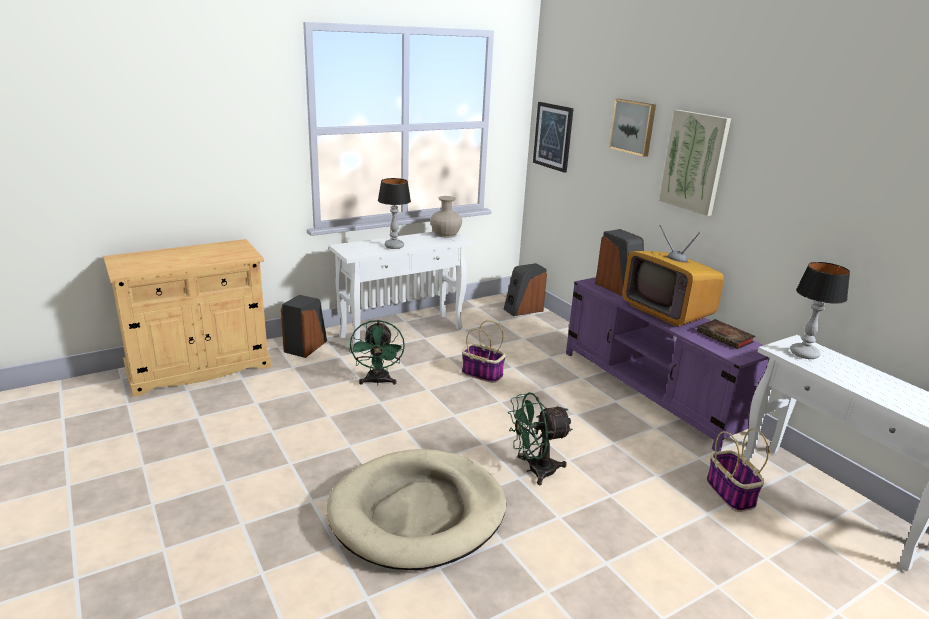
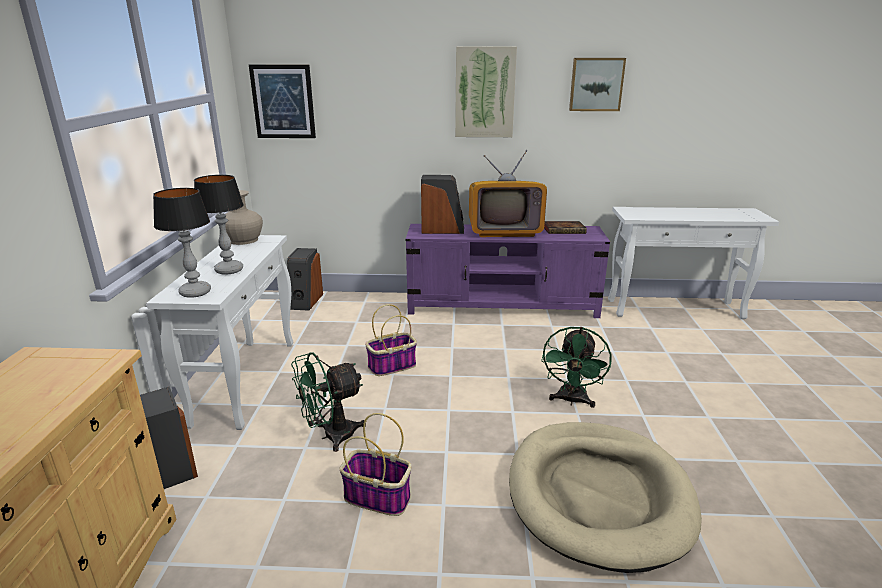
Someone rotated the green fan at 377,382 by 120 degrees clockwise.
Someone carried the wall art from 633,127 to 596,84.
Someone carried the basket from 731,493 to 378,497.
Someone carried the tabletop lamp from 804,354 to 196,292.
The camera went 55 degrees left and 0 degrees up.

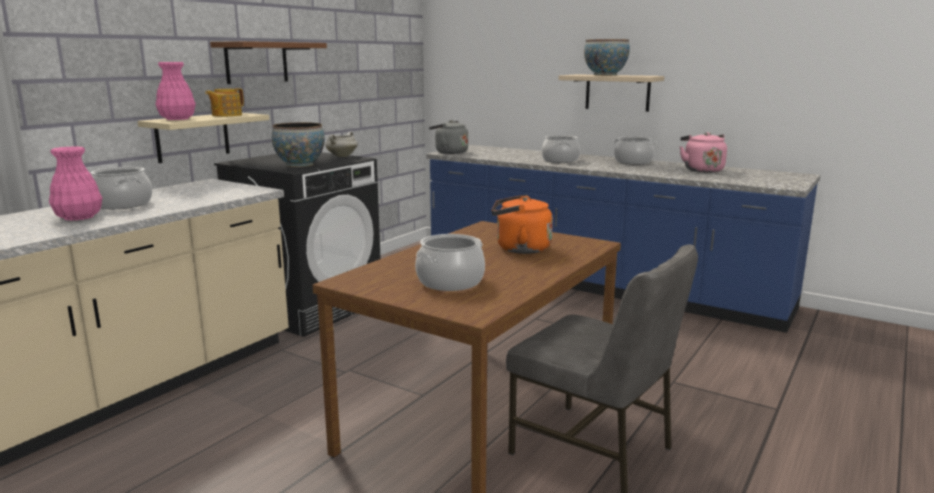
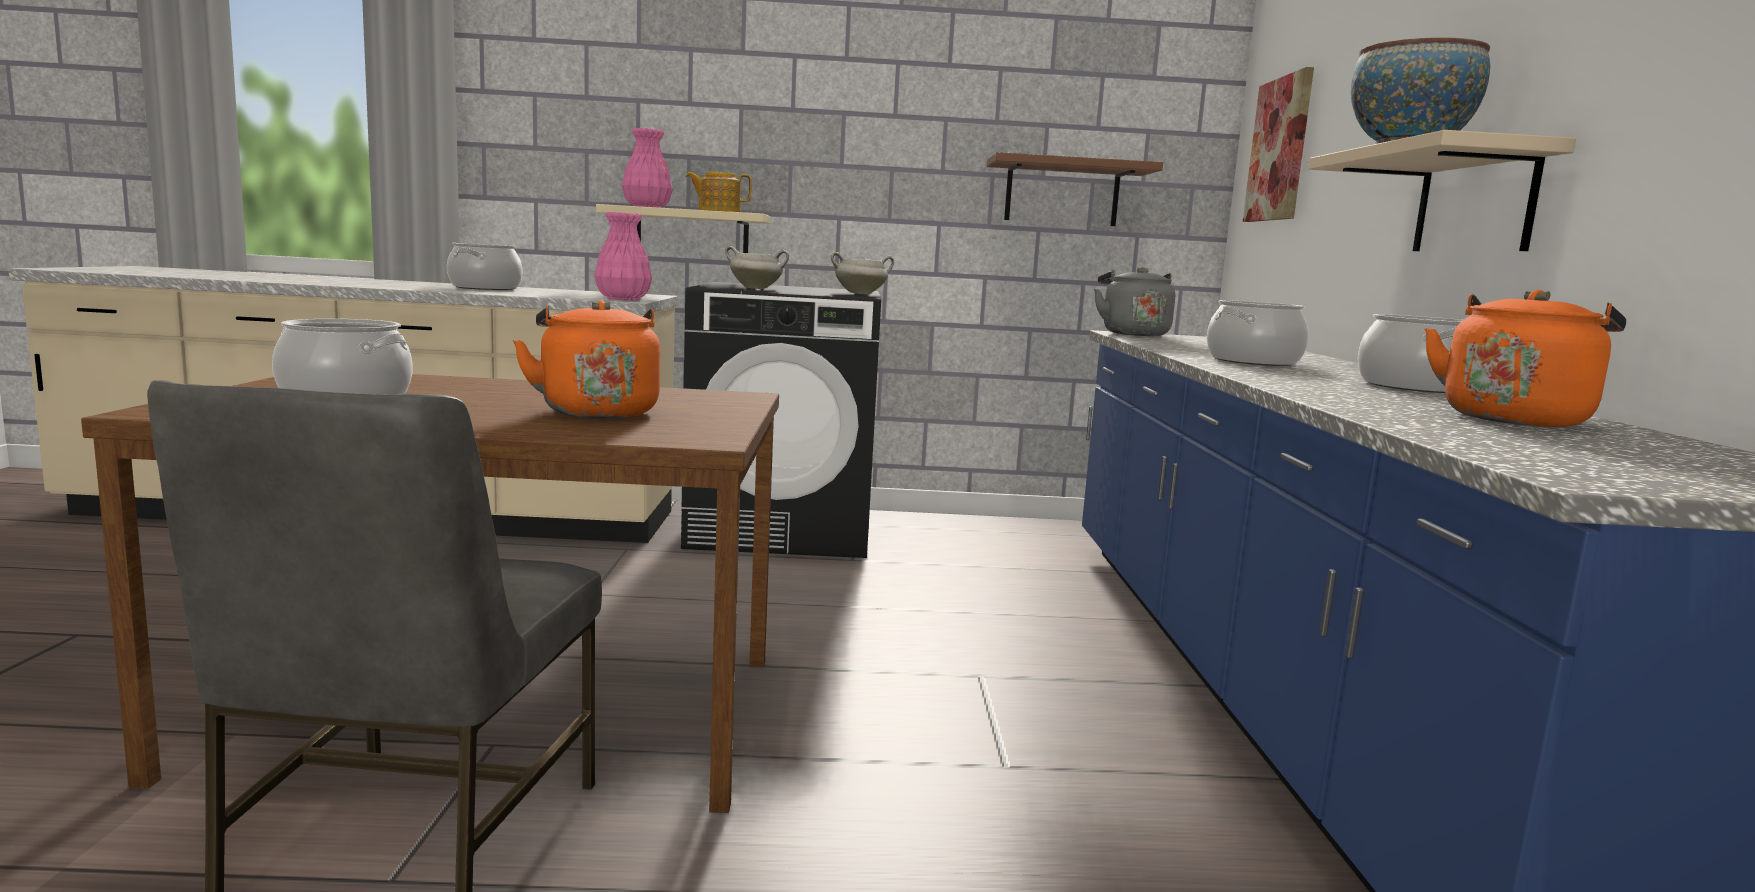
Someone carried the pink decorative vase from 79,217 to 624,299.
Someone carried the brown wall shelf from 256,62 to 1062,193.
Someone swapped the bowl at 300,165 for the whitish stockpot at 756,288.
Someone repainted the pink tea kettle at 701,170, which became the orange-coloured tea kettle at 1515,419.
Someone put up the wall art at 1279,149.
The camera went 55 degrees right and 5 degrees down.

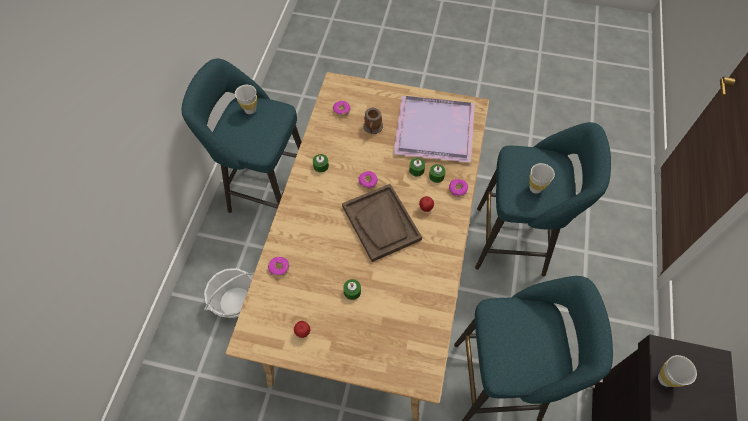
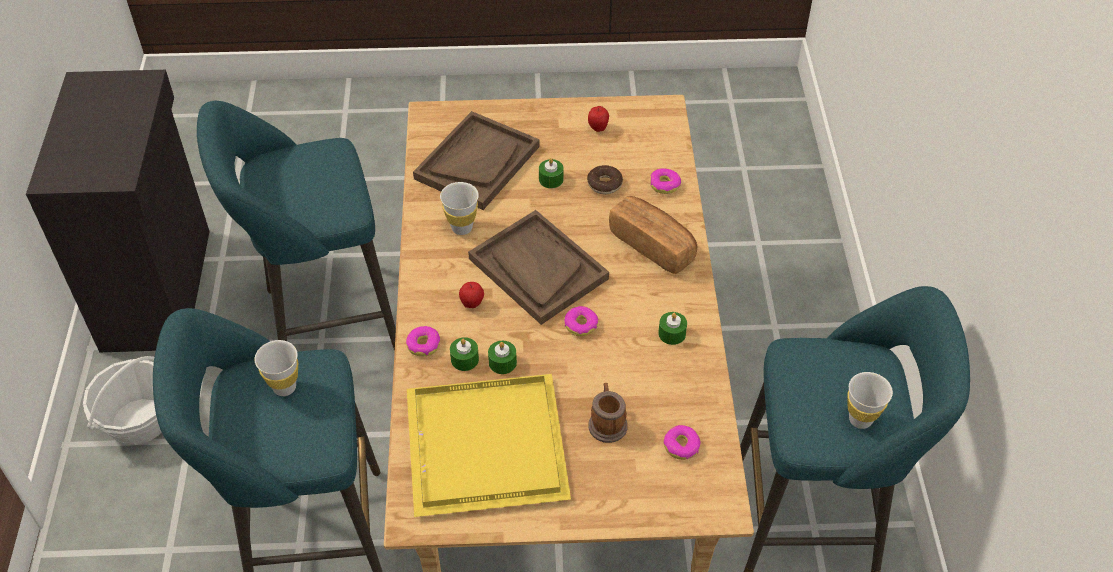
Someone carried the basket from 236,302 to 139,421.
Someone repainted the purplish carrying tray at 436,131, which became the yellow-coloured carrying tray at 483,444.
Someone carried the whitish drinking cup from 665,379 to 462,227.
Someone put down the brown carrying tray at 477,162.
Someone put down the donut at 604,184.
Someone put down the bakery bread at 653,245.
The camera went 165 degrees right and 10 degrees down.

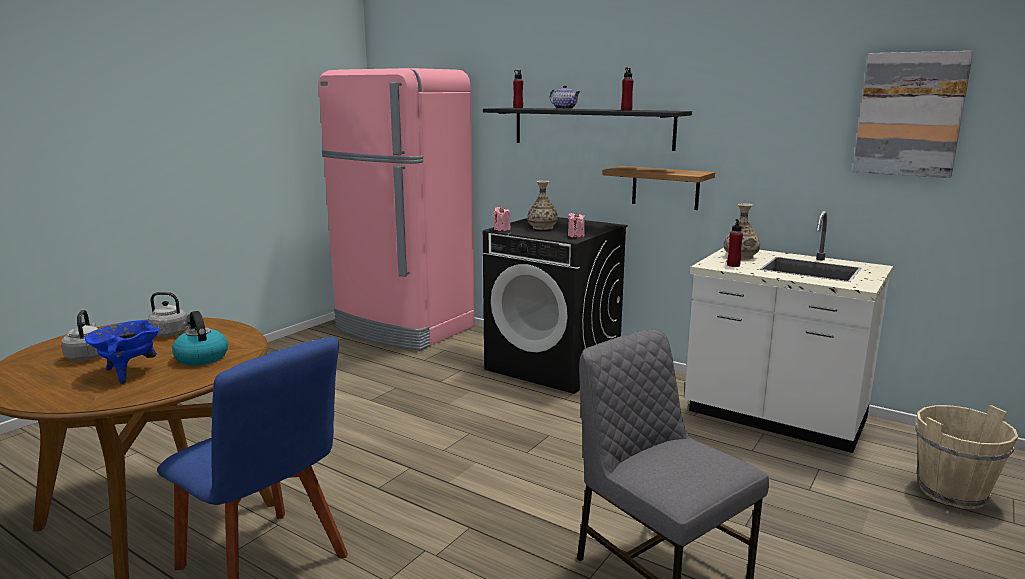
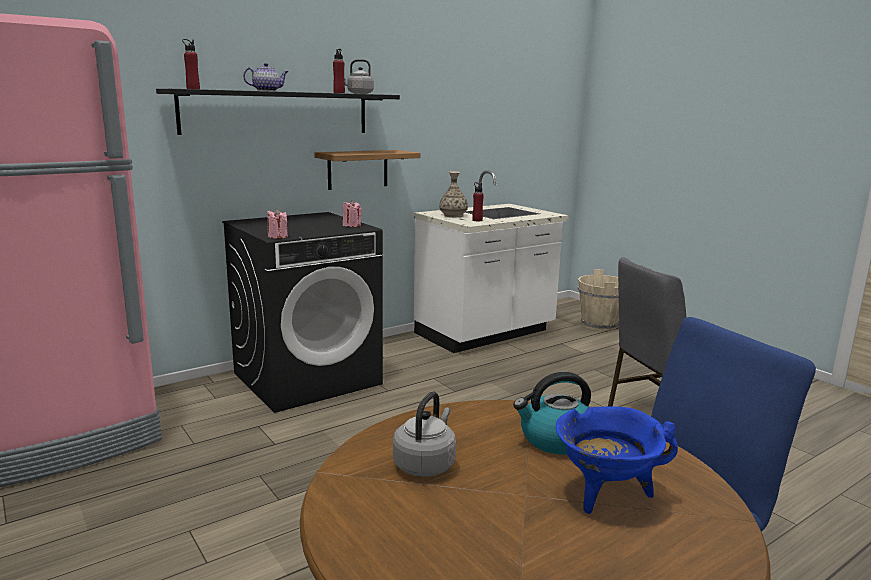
Someone carried the grey tea kettle from 88,356 to 358,93.
Someone took away the decorative vase at 542,227.
Someone took away the wall art at 909,114.
The camera went 70 degrees left and 0 degrees up.

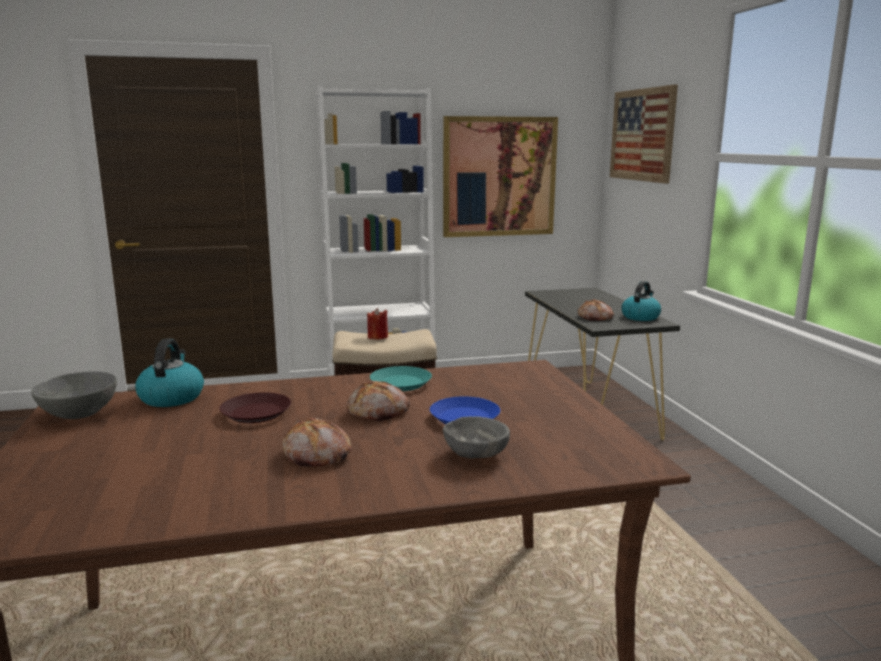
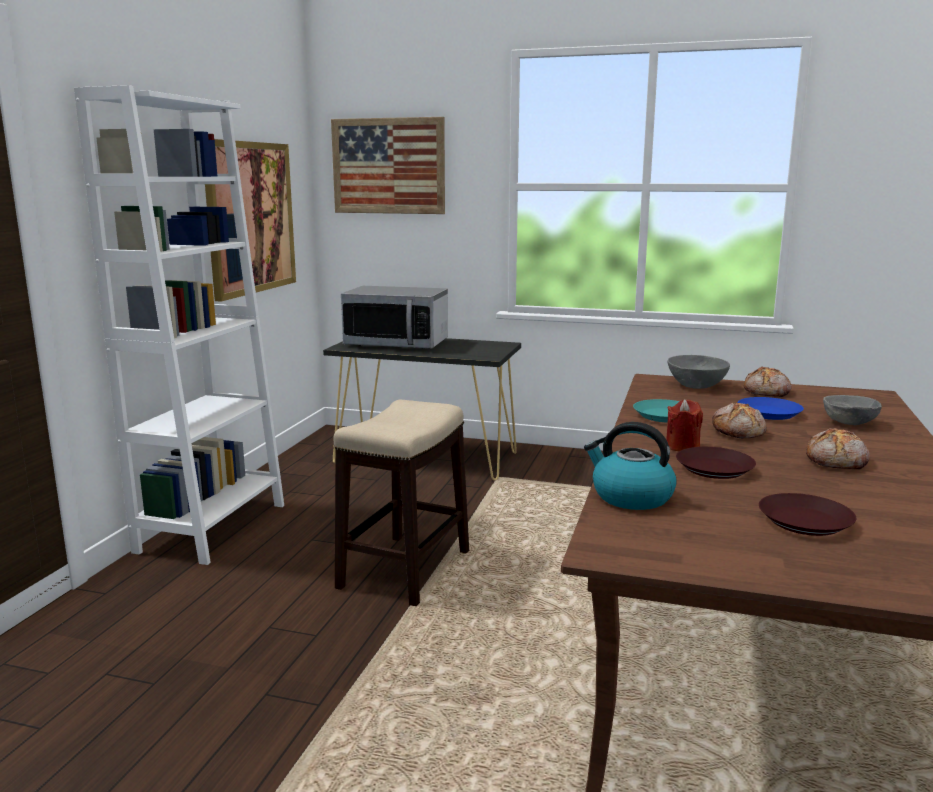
Someone carried the grey bowl from 78,413 to 696,386.
Someone carried the reddish candle from 377,337 to 682,447.
Someone carried the bakery bread from 595,318 to 767,392.
Someone took away the tea kettle at 640,317.
Someone put down the microwave at 397,343.
Someone put down the brown flat dish at 806,521.
The camera went 60 degrees left and 0 degrees up.

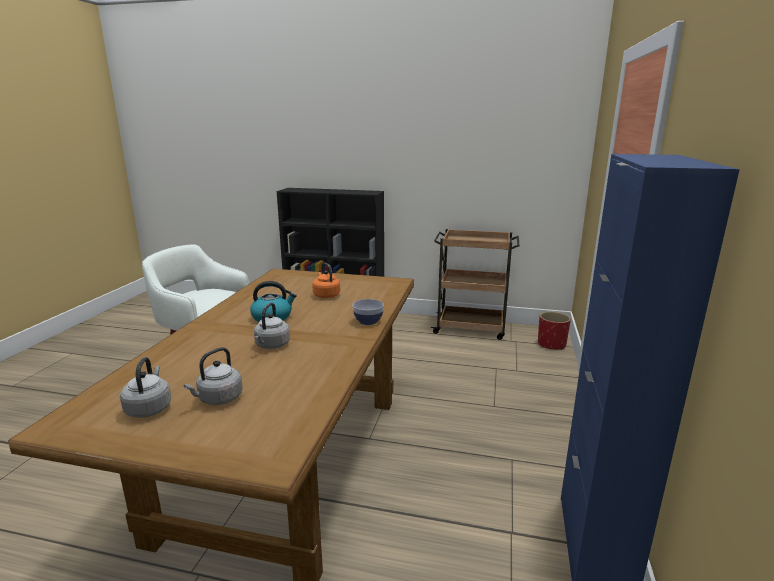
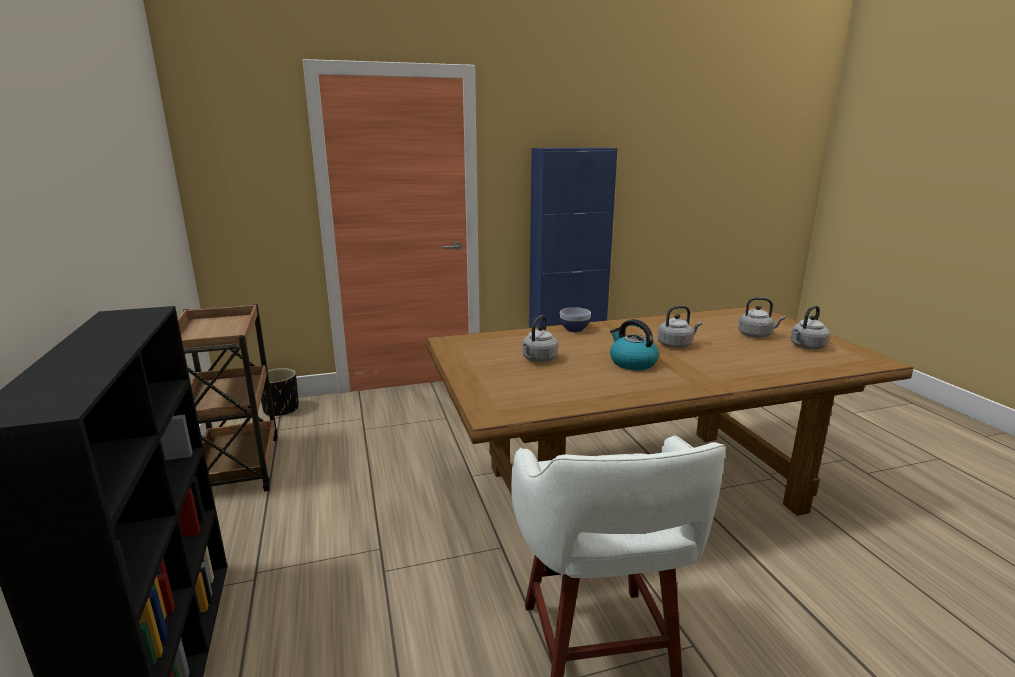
Someone repainted the orange-coloured tea kettle at 326,295, which became the grey tea kettle at 538,359.
Someone repainted the reddish flower pot at 551,345, which became the black flower pot at 281,409.
The camera went 120 degrees left and 0 degrees up.

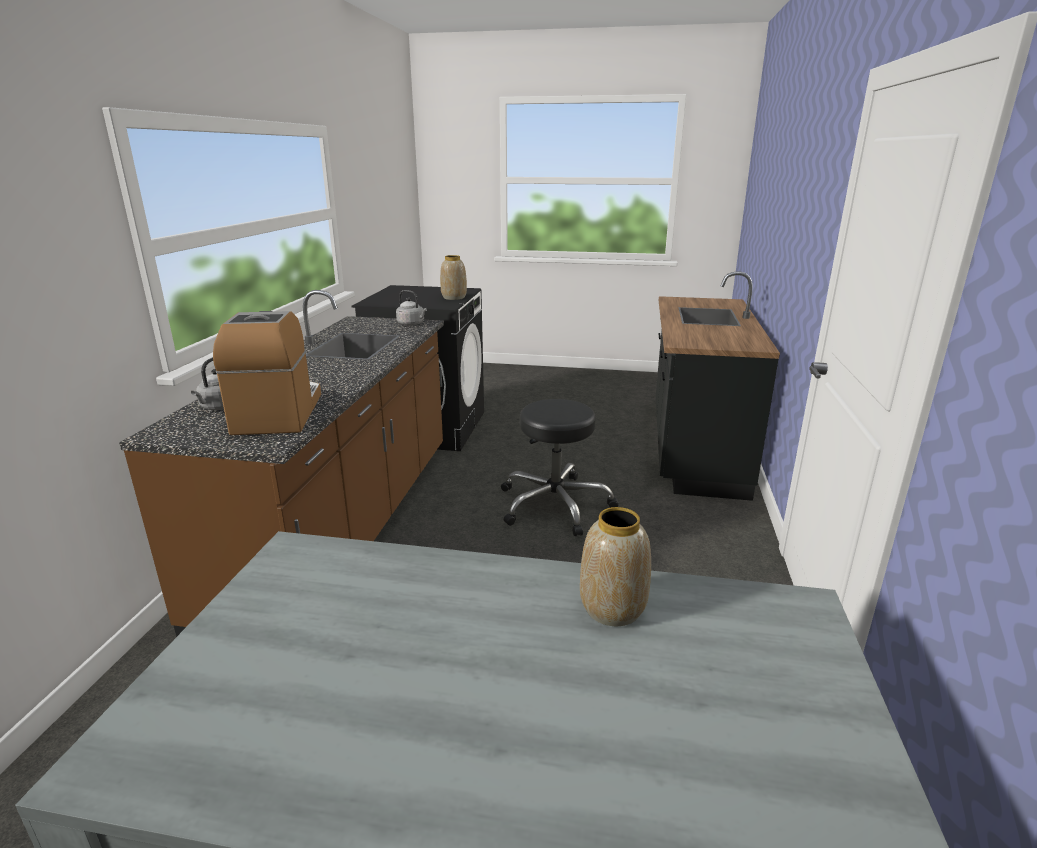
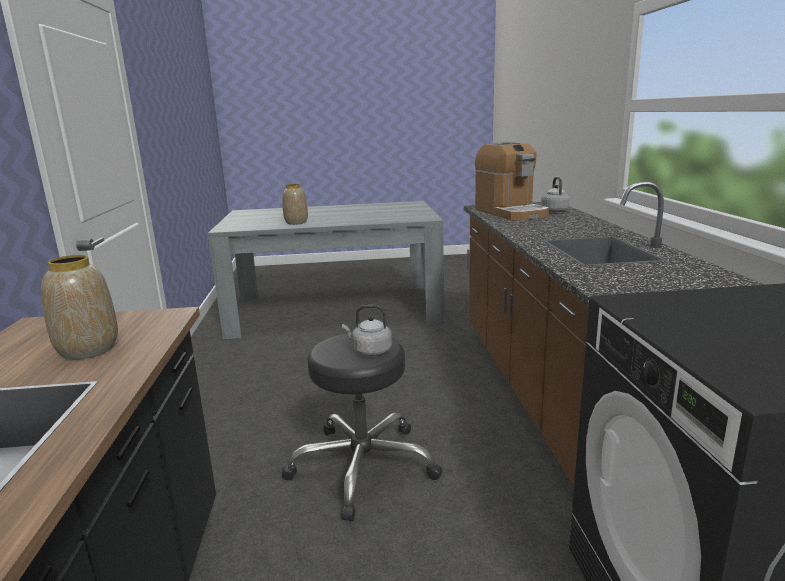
Someone carried the grey tea kettle from 412,324 to 369,351.
Someone carried the decorative vase from 454,297 to 87,350.
The camera went 165 degrees right and 5 degrees down.

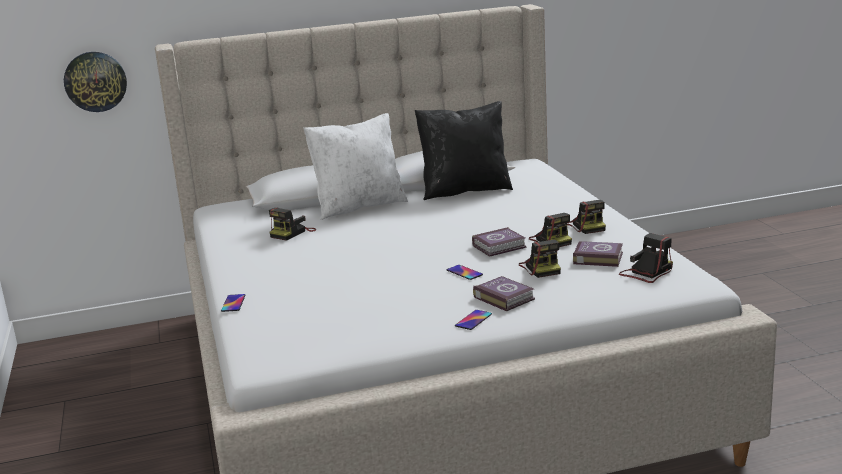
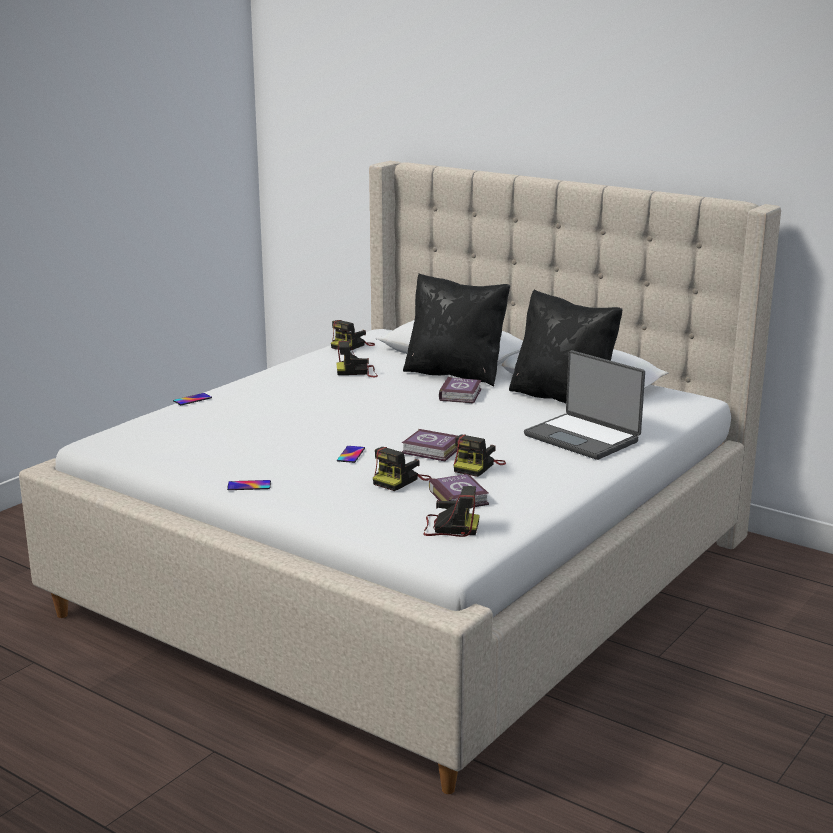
Someone took away the wall clock at 95,81.
Someone repainted the whitish pillow at 359,206, which became the black pillow at 455,374.
Someone carried the book from 504,297 to 461,394.
Someone carried the still camera from 587,226 to 352,346.
Someone put down the laptop at 583,438.
The camera went 50 degrees right and 0 degrees up.

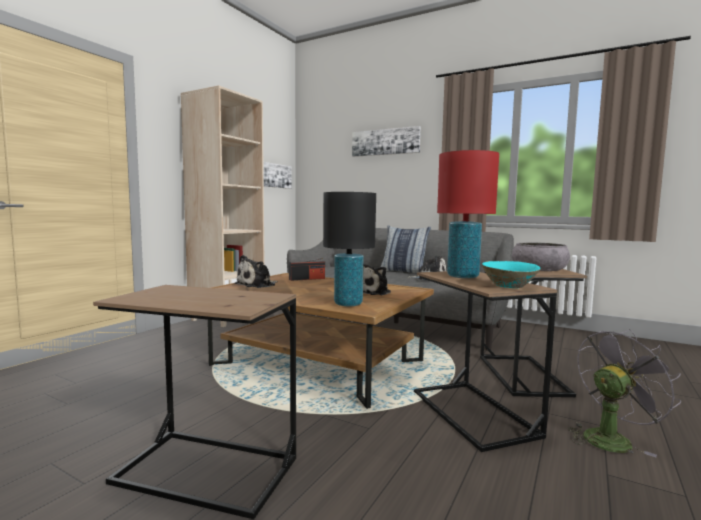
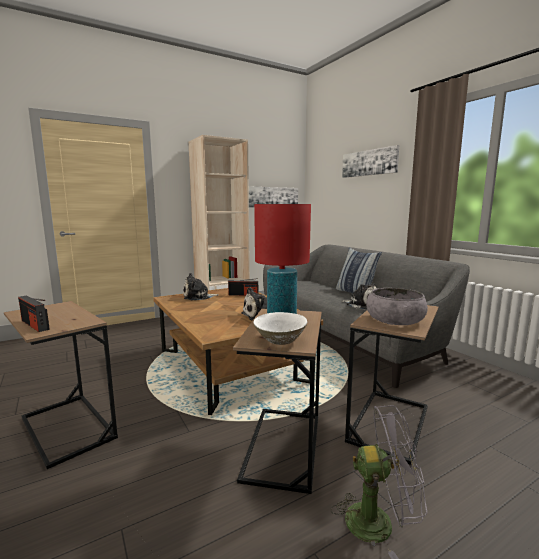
Someone took away the black tabletop lamp at 348,304.
Someone repainted the turquoise bowl at 509,286, which became the whitish bowl at 280,340.
Someone put down the radio set at 35,325.
The camera went 30 degrees right and 5 degrees up.

